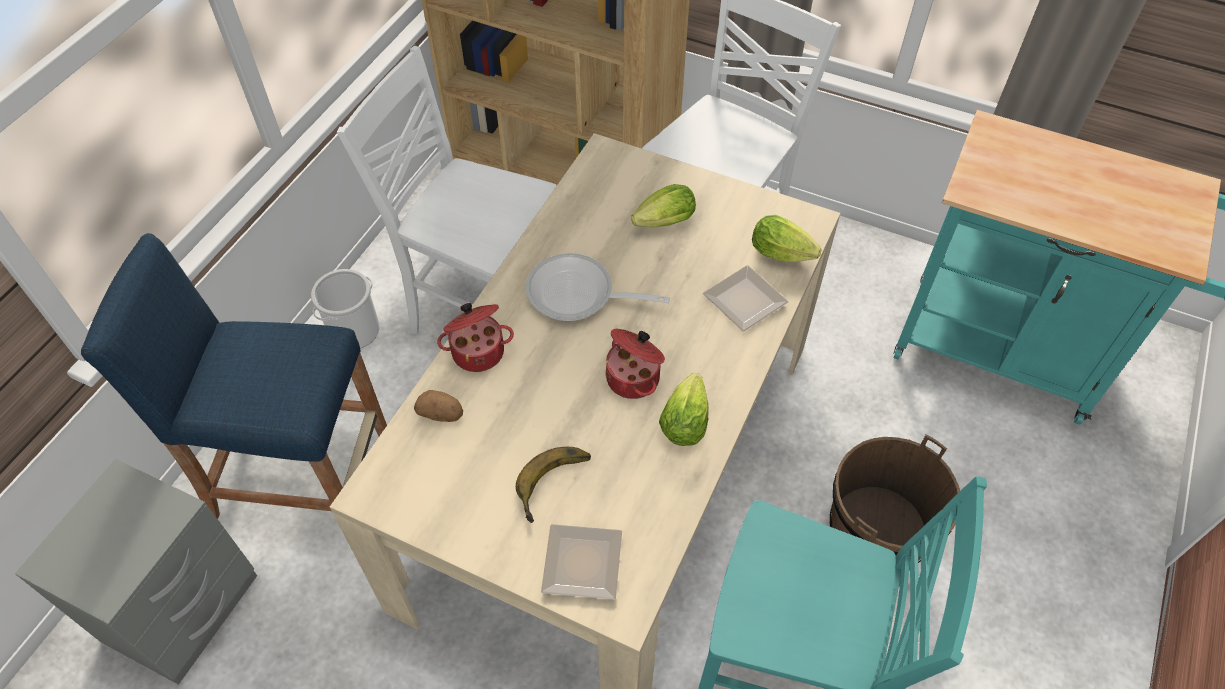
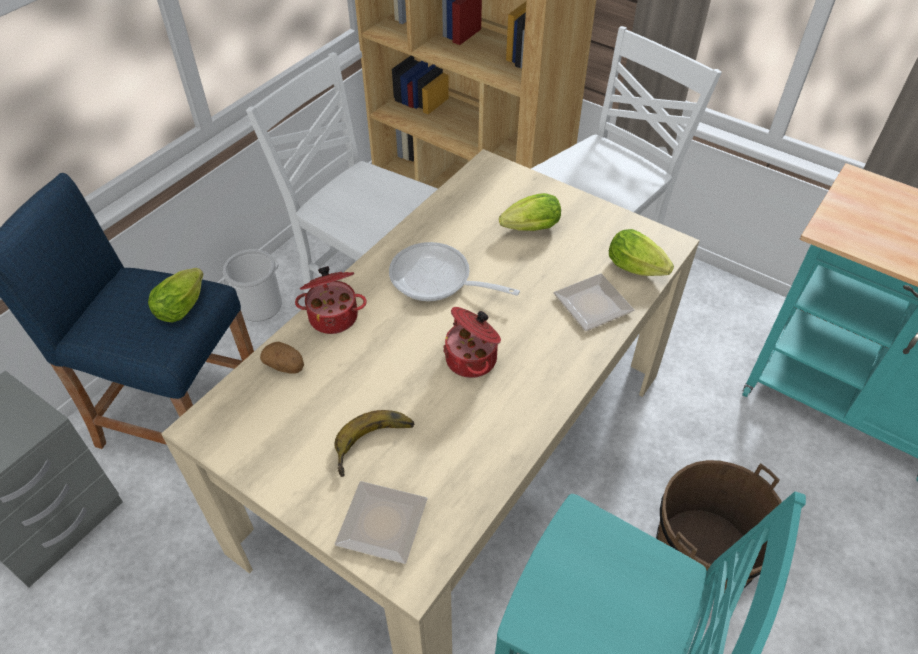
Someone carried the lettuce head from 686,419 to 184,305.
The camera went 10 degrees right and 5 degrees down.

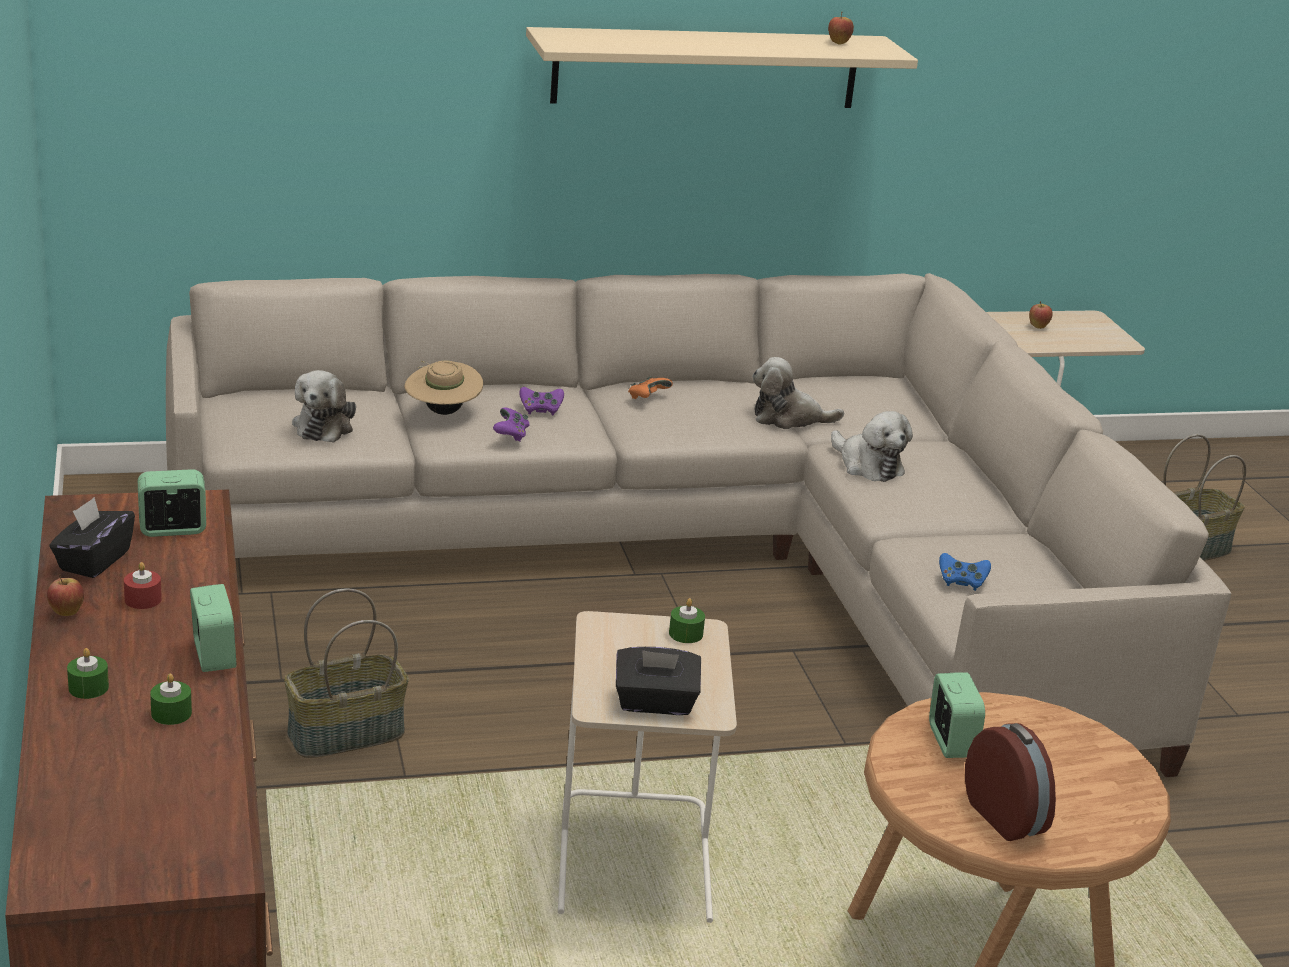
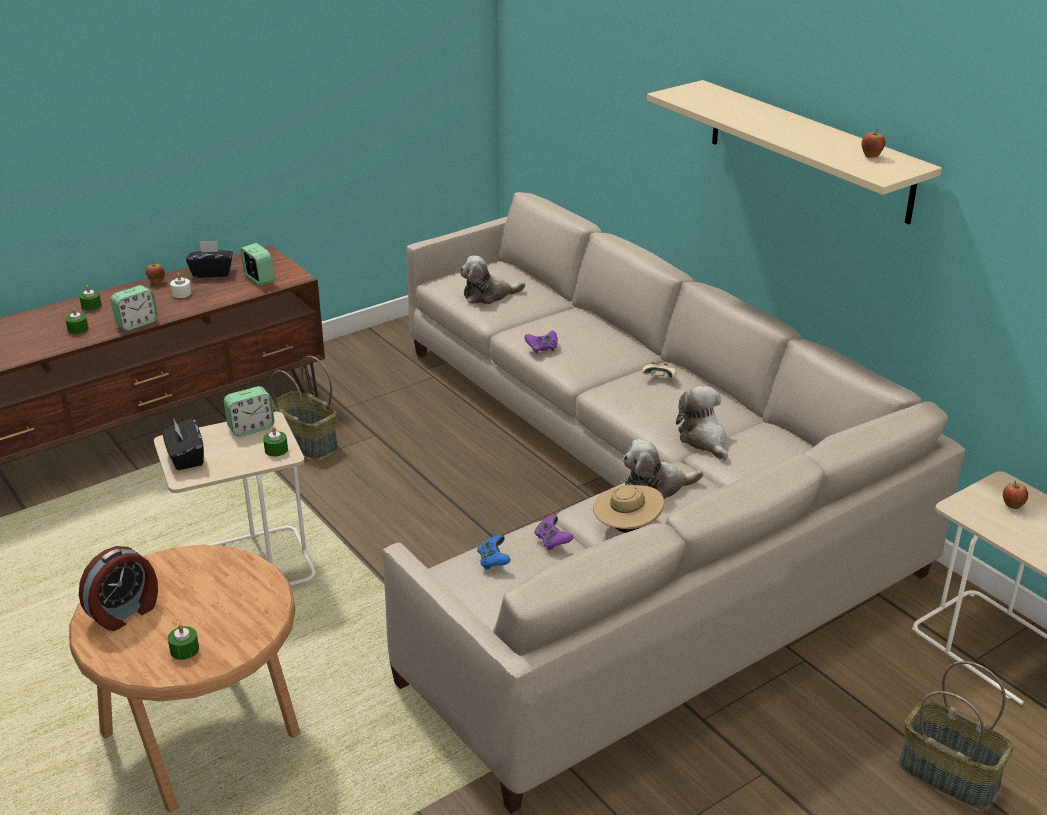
Someone repainted the reddish candle at 143,599, which became the whitish candle at 181,293.
Someone carried the beige wearable hat from 442,412 to 626,528.
Someone carried the purplish joypad from 540,410 to 552,541.
Someone repainted the orange-coloured joypad at 648,398, which became the beige joypad at 659,378.
Someone rotated the soft toy at 867,465 by 45 degrees clockwise.
Someone carried the bedside clock from 951,742 to 251,428.
Someone put down the green candle at 184,650.
The camera went 70 degrees right and 5 degrees up.

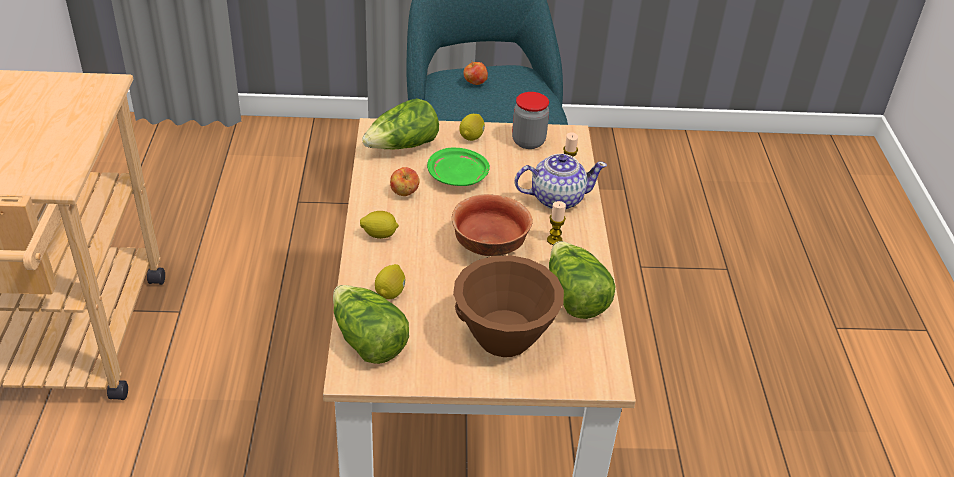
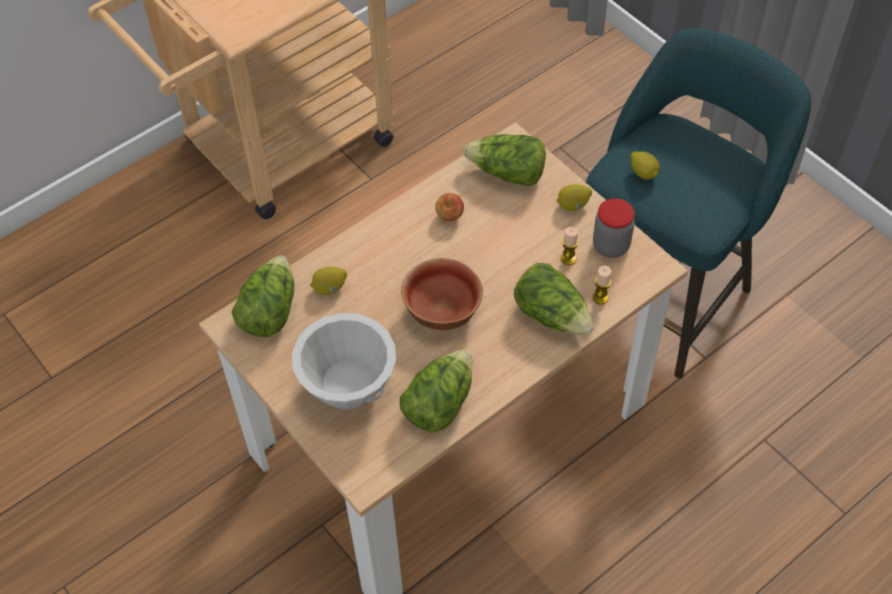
Someone carried the whole lemon from 379,235 to 643,173.
Someone took away the green flat dish at 458,177.
Someone repainted the brown bowl at 503,337, which became the whitish bowl at 349,387.
Someone took away the apple fruit at 475,83.
Someone swapped the pot for tea at 556,198 for the lettuce head at 552,314.
Someone carried the candle from 554,240 to 568,259.
The camera went 55 degrees right and 15 degrees up.

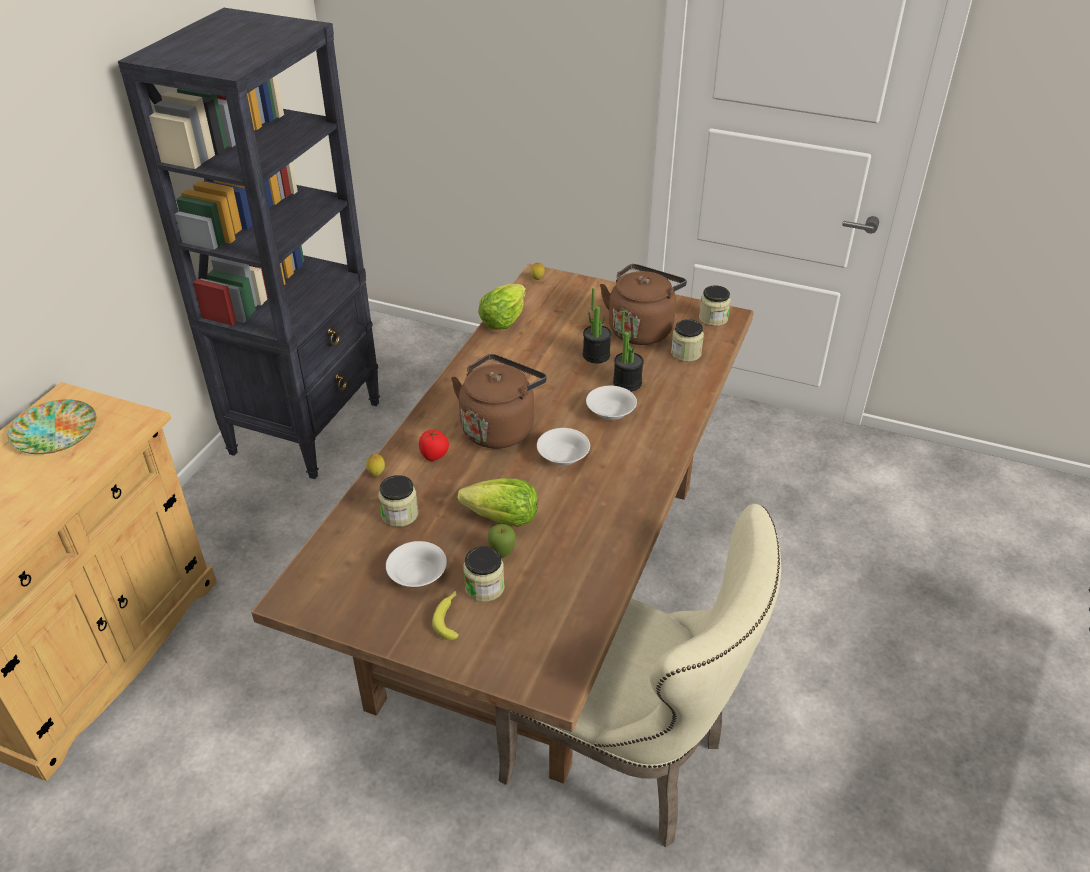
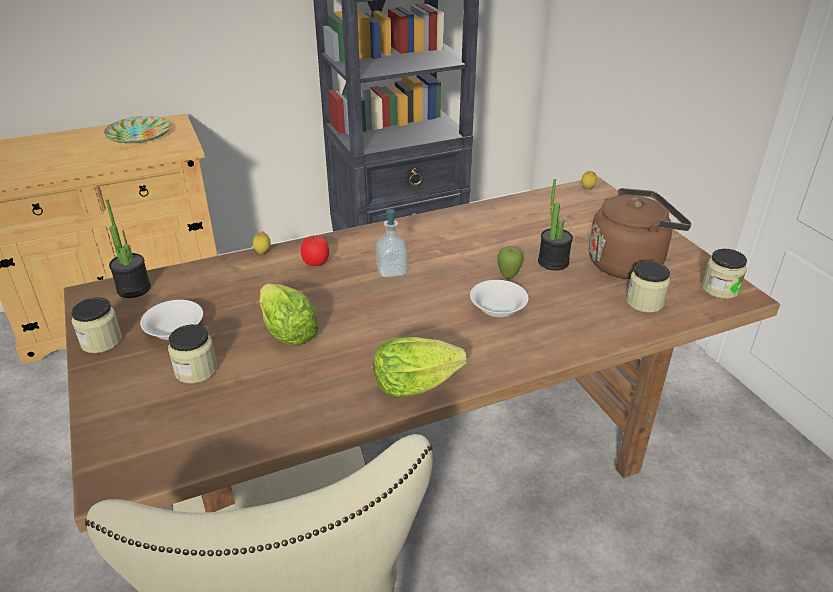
Someone carried the storage jar from 400,514 to 101,341.
Someone took away the banana fruit at 449,618.
Someone swapped the brown tea kettle at 499,427 for the soap dispenser at 391,270.
Someone carried the lettuce head from 503,321 to 414,384.
Someone carried the apple fruit from 502,554 to 508,277.
Someone took away the whitish bowl at 564,456.
Someone carried the houseplant from 627,383 to 134,289.
The camera went 45 degrees right and 5 degrees down.

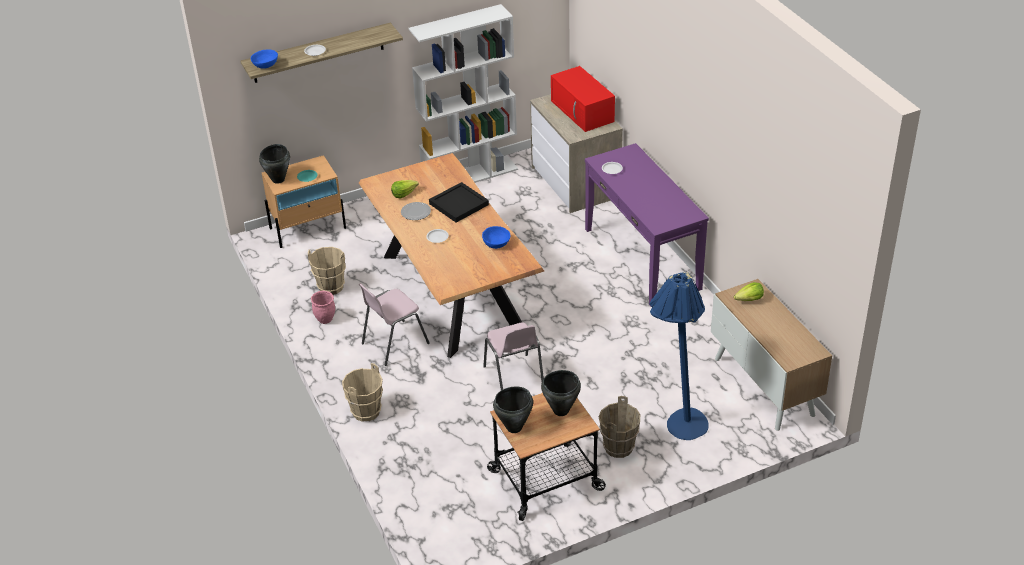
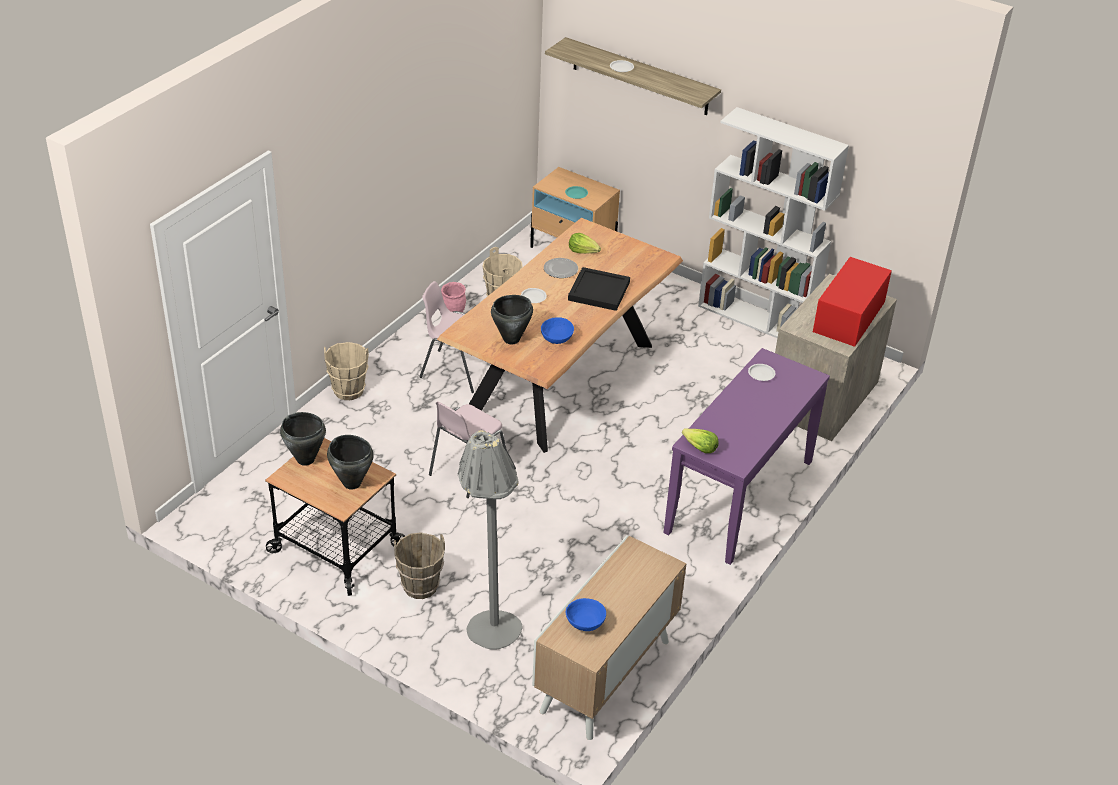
Someone carried the blue-coloured bowl from 266,65 to 586,623.
Someone carried the black stockpot from 278,180 to 511,339.
Someone repainted the blue-coloured standard lamp at 677,424, which became the grey standard lamp at 489,621.
Someone carried the lettuce head from 749,300 to 699,448.
The camera went 55 degrees right and 0 degrees up.

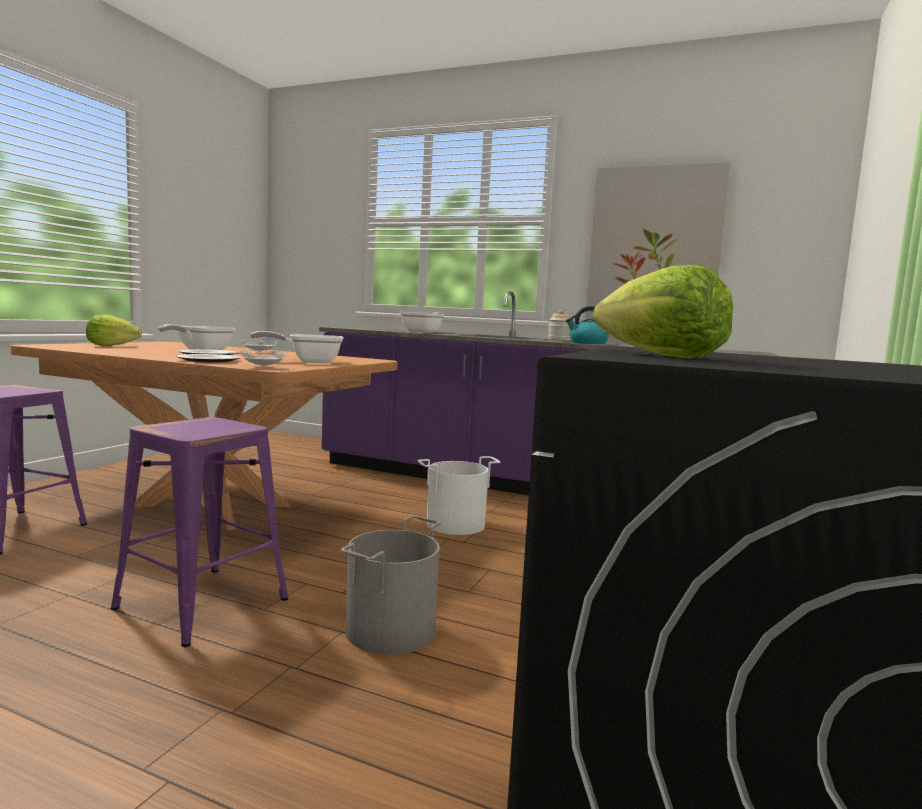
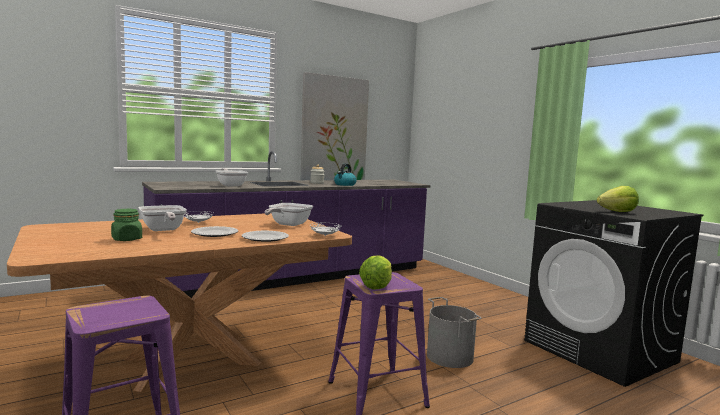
Someone carried the lettuce head from 111,345 to 377,286.
Someone took away the whitish pail at 456,525.
Someone put down the green storage jar at 127,239.
The camera went 55 degrees left and 0 degrees up.

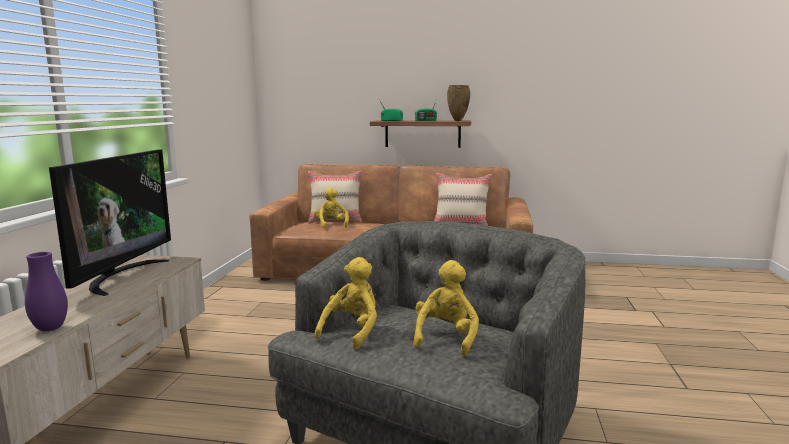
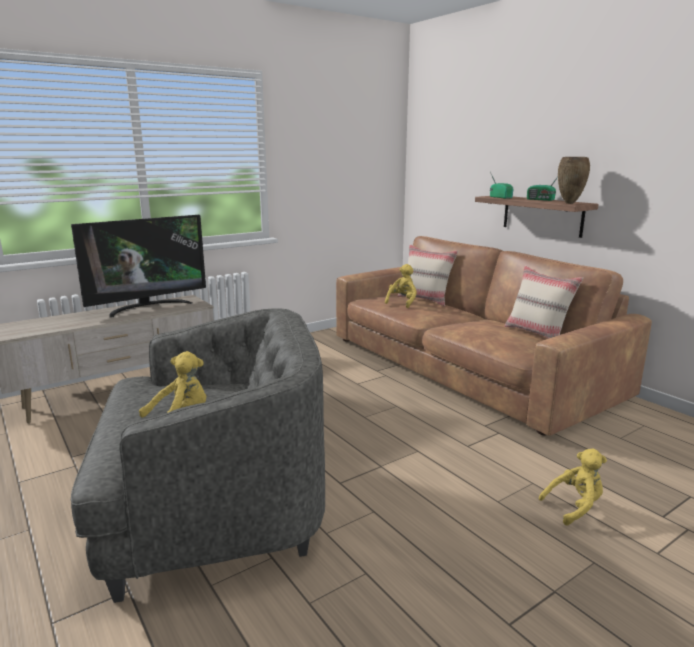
Someone took away the purplish decorative vase at 50,328.
Someone carried the yellow-coloured soft toy from 352,331 to 575,507.
The camera went 45 degrees right and 5 degrees up.

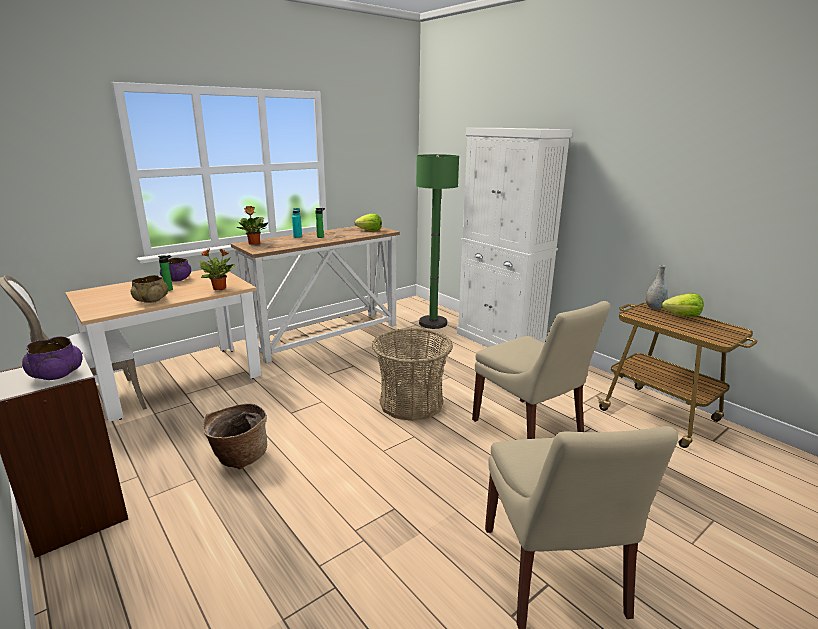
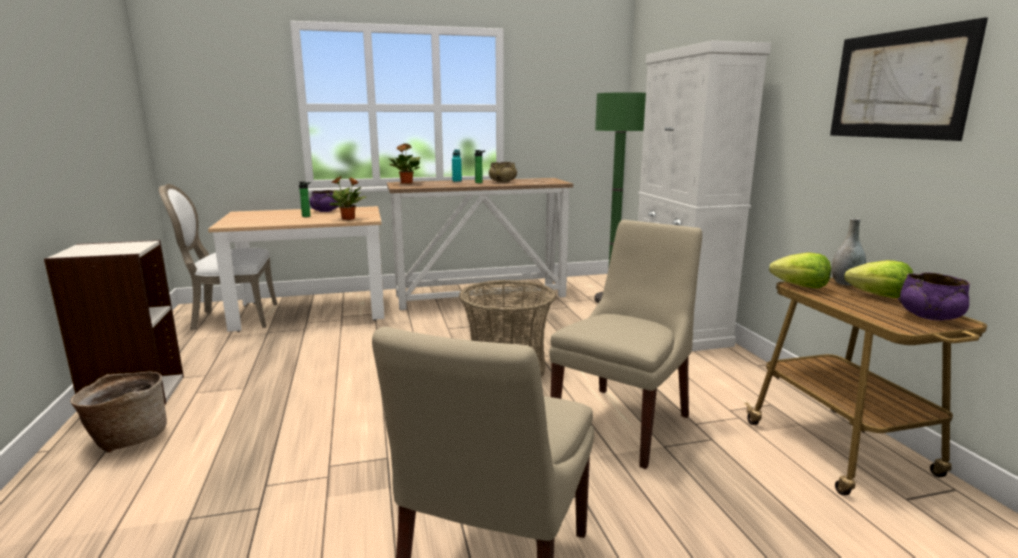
Someone carried the purplish bowl from 56,375 to 930,316.
Someone carried the beige bowl from 151,300 to 502,181.
Someone carried the basket from 239,457 to 128,438.
Someone carried the lettuce head from 369,230 to 800,286.
Someone rotated the beige upright chair at 529,429 by 135 degrees counterclockwise.
Someone put up the wall art at 898,85.
The camera went 25 degrees right and 5 degrees down.

